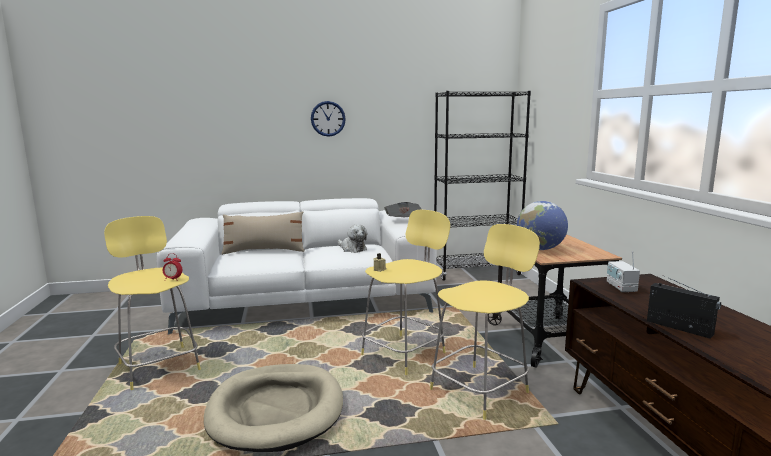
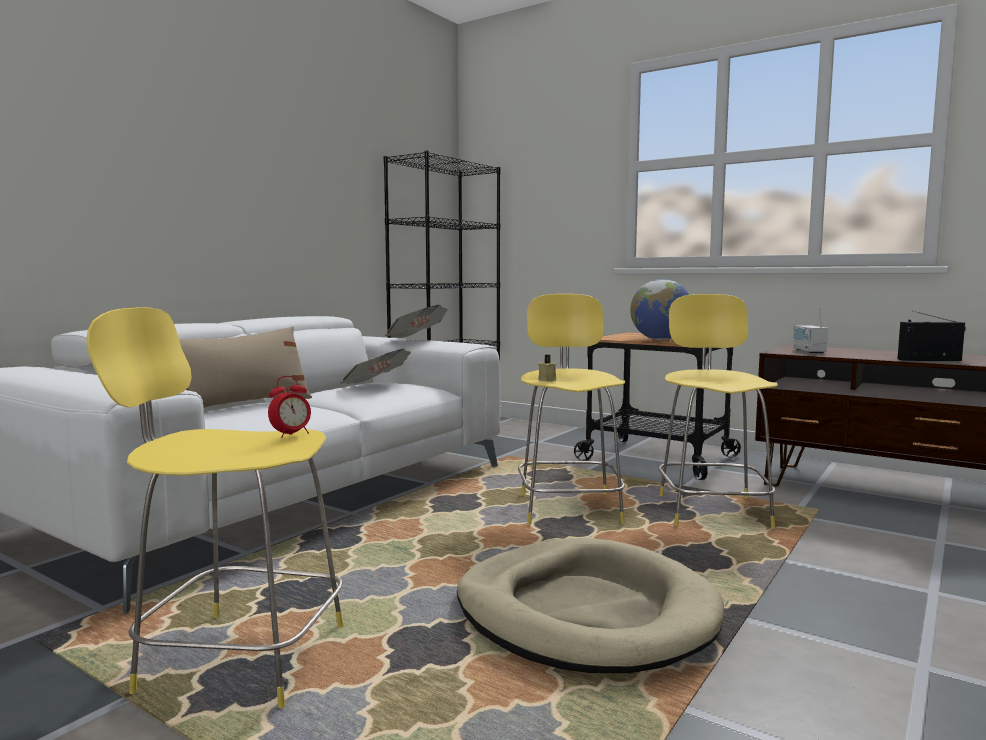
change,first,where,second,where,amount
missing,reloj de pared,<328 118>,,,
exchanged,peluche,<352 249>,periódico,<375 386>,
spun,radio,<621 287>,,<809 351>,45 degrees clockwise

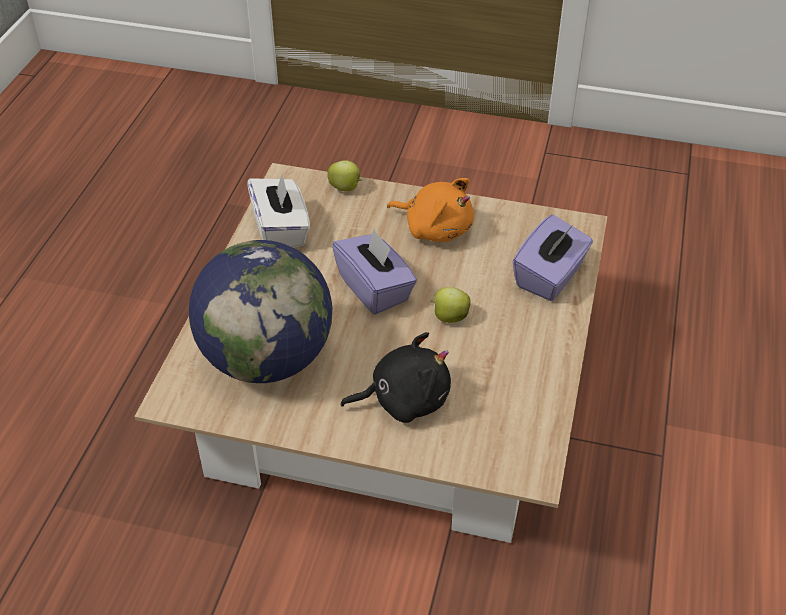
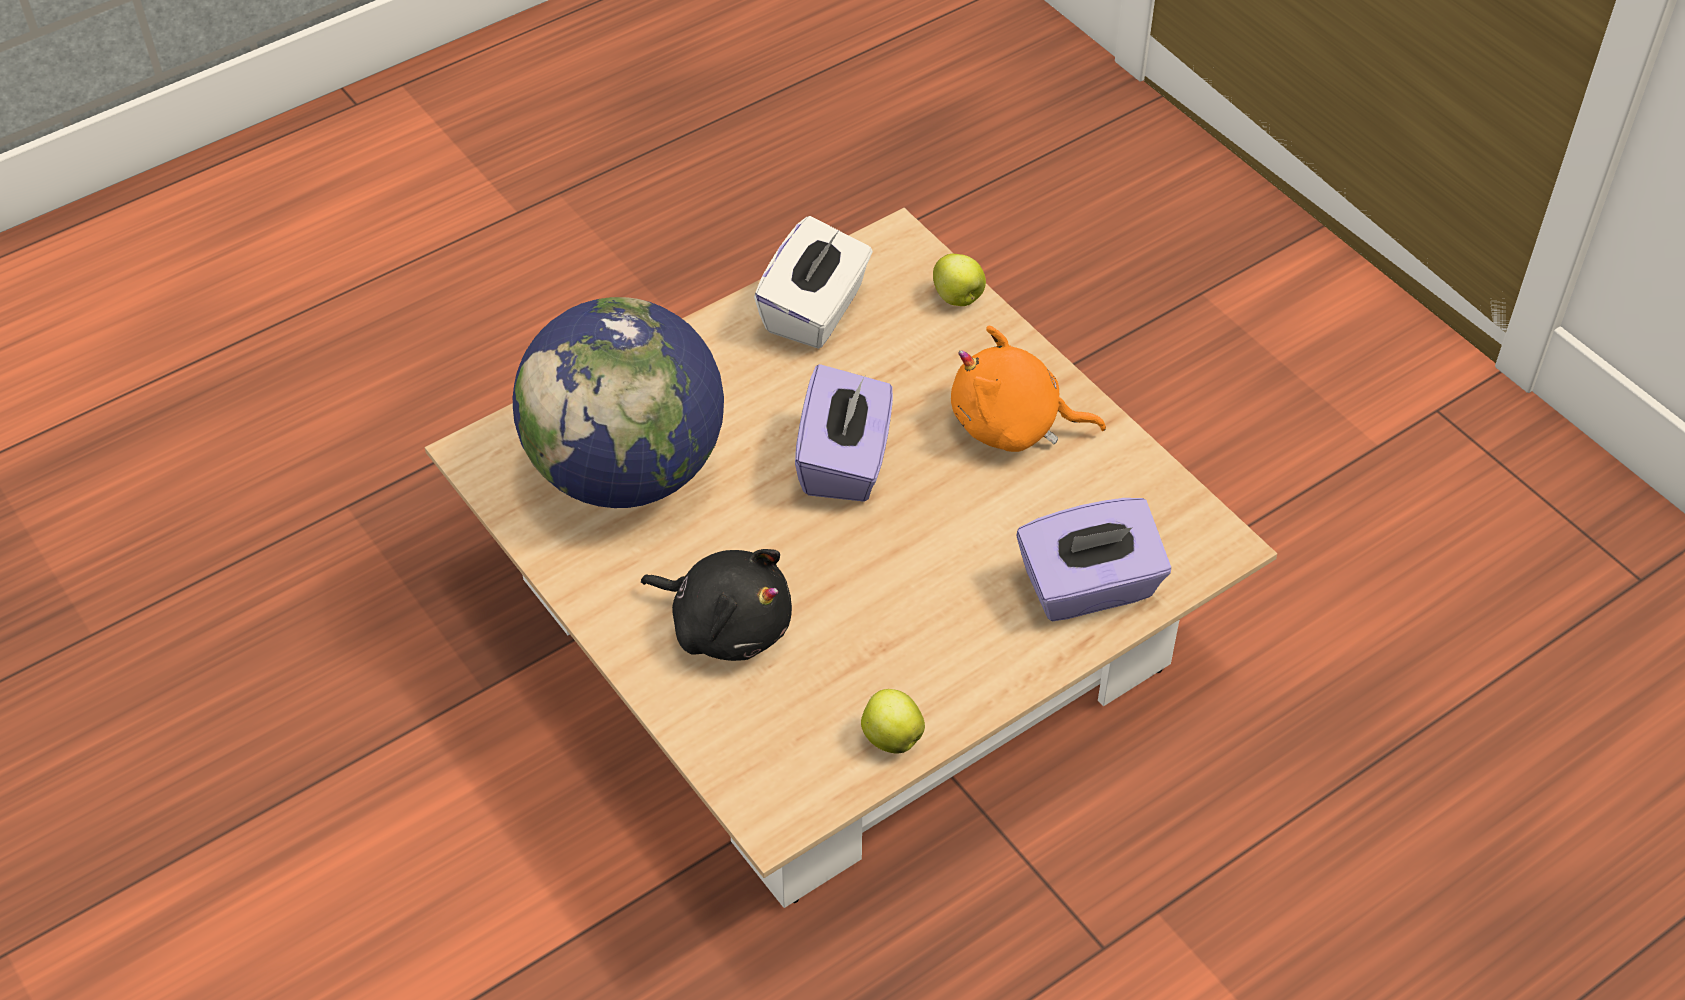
change,first,where,second,where,amount
spun,peluche [naranja],<435 228>,,<1013 426>,120 degrees clockwise
relocated,manzana,<449 317>,,<890 737>,

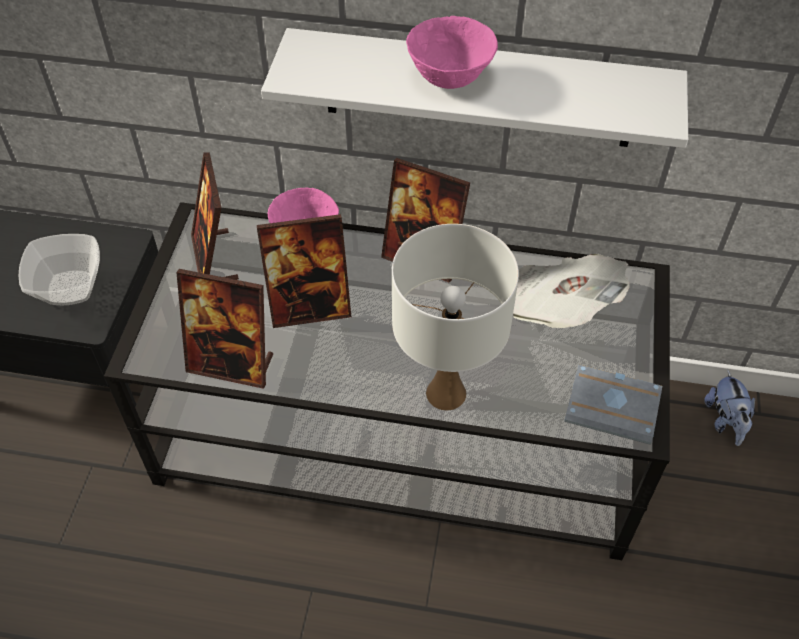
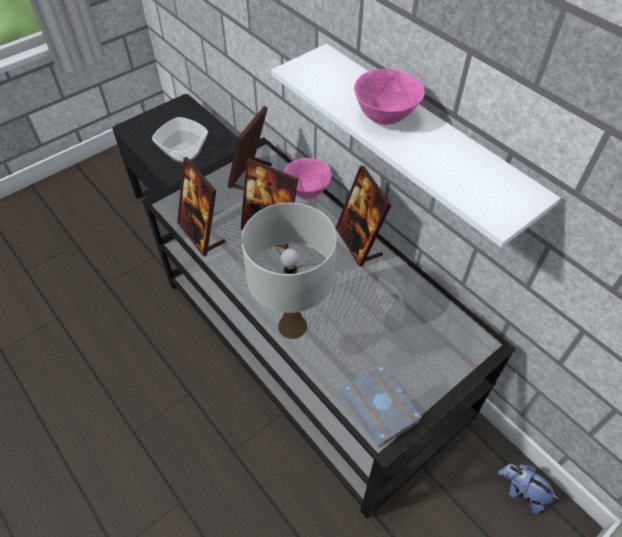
change,first,where,second,where,amount
missing,periódico,<559 307>,,,
spun,peluche,<725 421>,,<520 492>,90 degrees clockwise

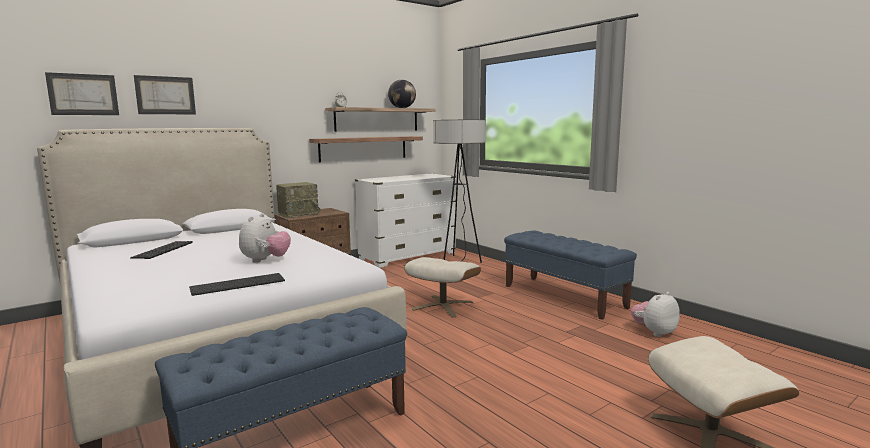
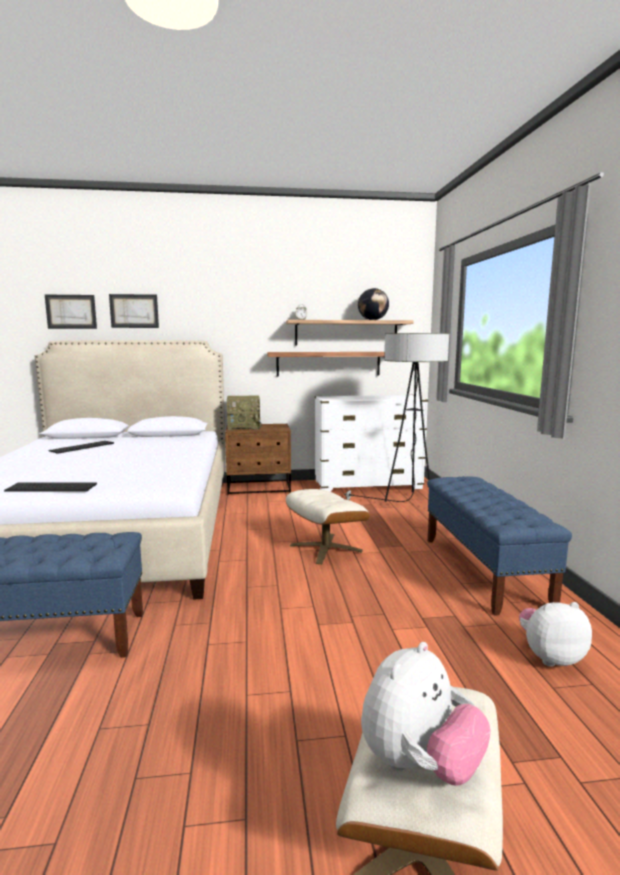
change,first,where,second,where,amount
relocated,peluche,<265 260>,,<419 764>,

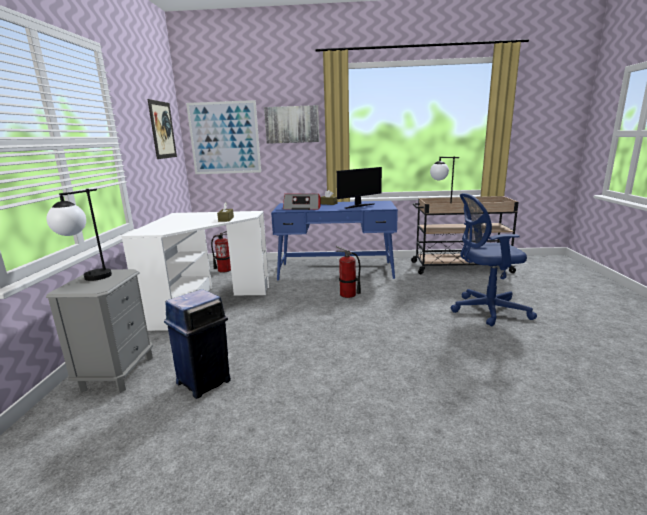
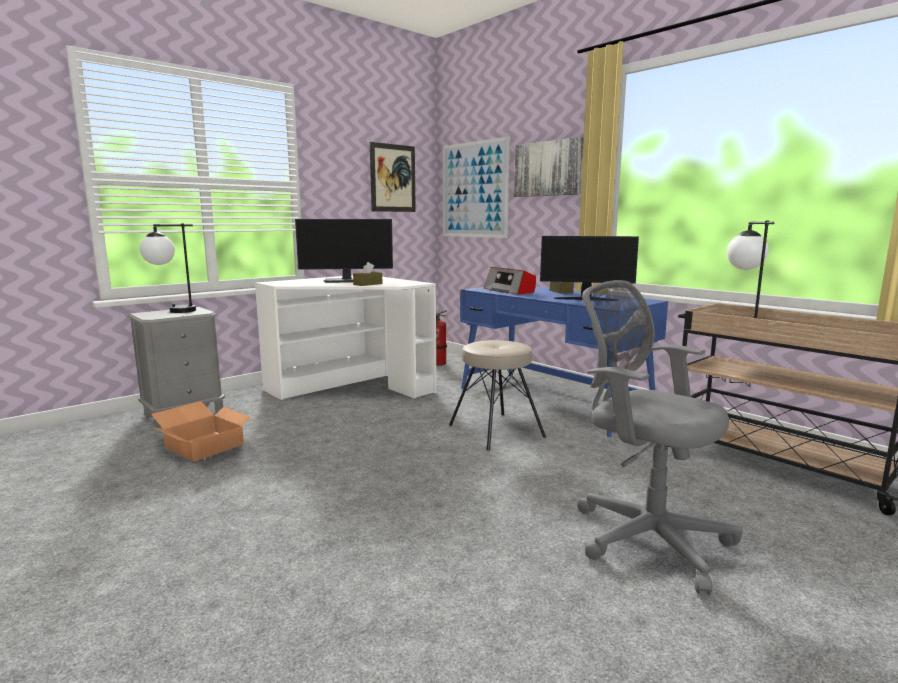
change,first,where,second,where,amount
exchanged,papelera [azul],<204 381>,caja de cartón,<203 446>,
exchanged,extintor,<348 295>,taburete [beis],<495 431>,
colour,silla de oficina [azul],<485 310>,silla de oficina [gris],<645 536>,
appeared,,,monitor,<348 281>,

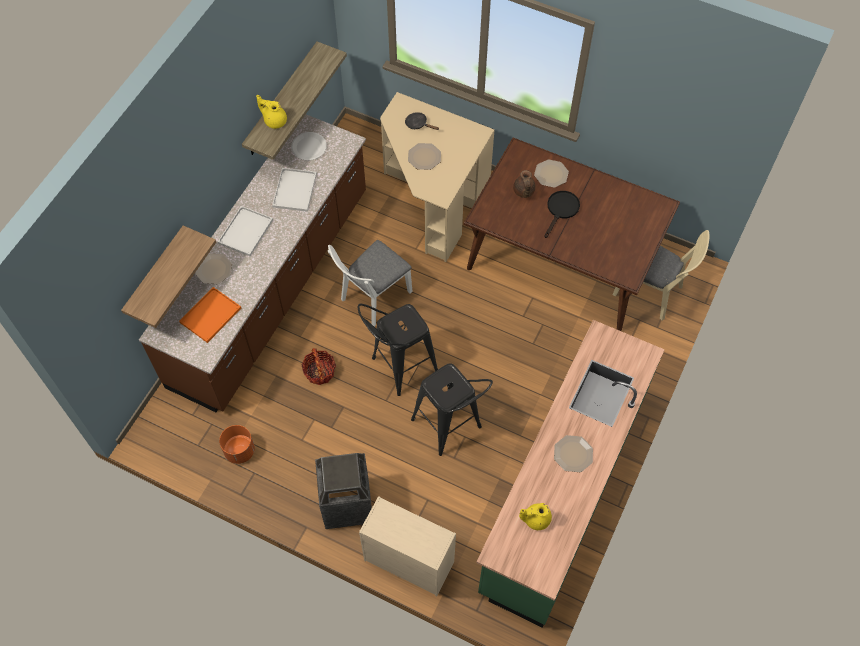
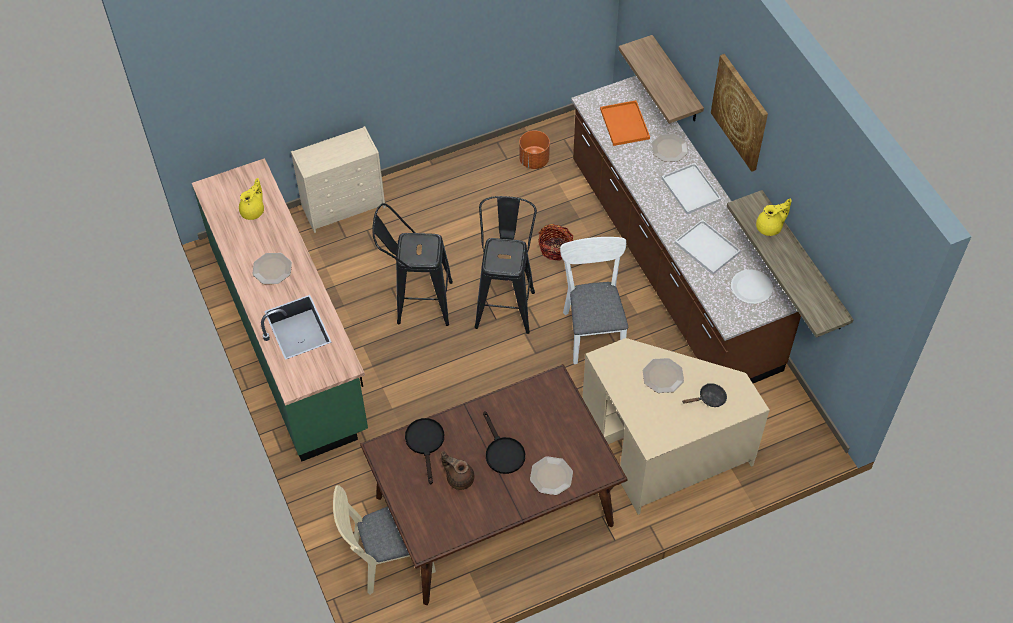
change,first,where,second,where,amount
missing,papelera,<347 504>,,,
relocated,tetera [marrón],<523 191>,,<459 478>,
appeared,,,sartén [negro],<426 443>,
appeared,,,cuadro,<740 112>,

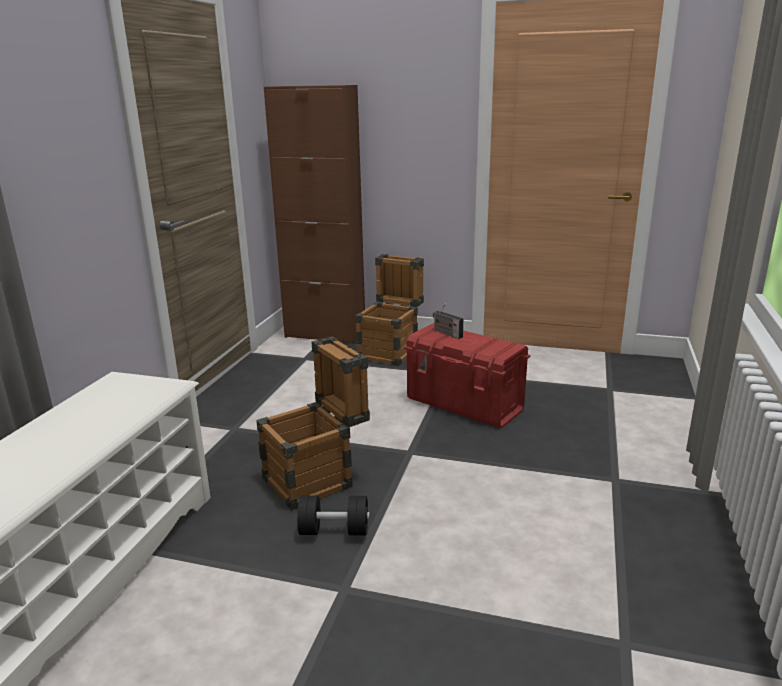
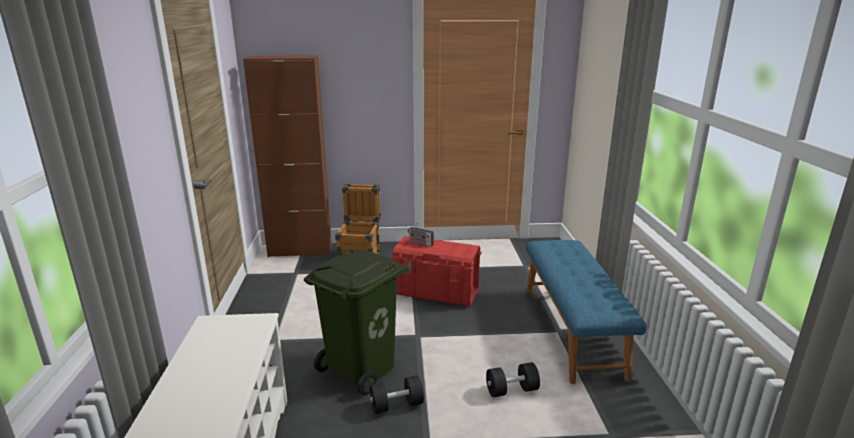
change,first,where,second,where,amount
exchanged,caja de embalaje,<317 479>,papelera [verde],<362 369>,
appeared,,,mancuerna [negro],<511 390>,
appeared,,,banco [azul],<572 330>,

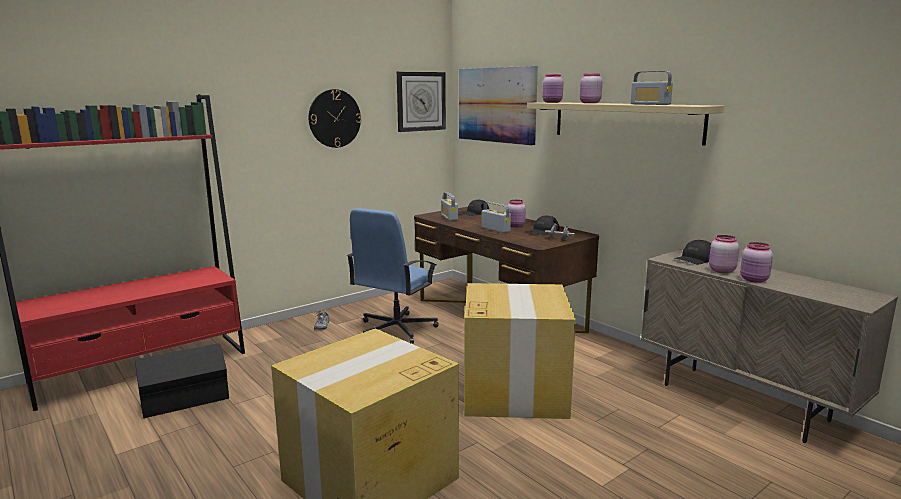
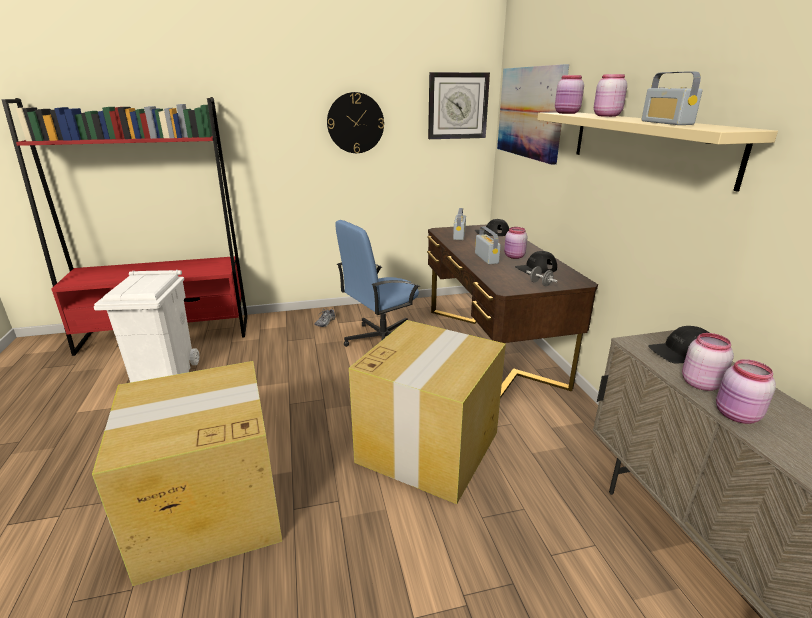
change,first,where,second,where,amount
exchanged,caja de almacenaje [negro],<186 400>,papelera [blanco],<164 374>,

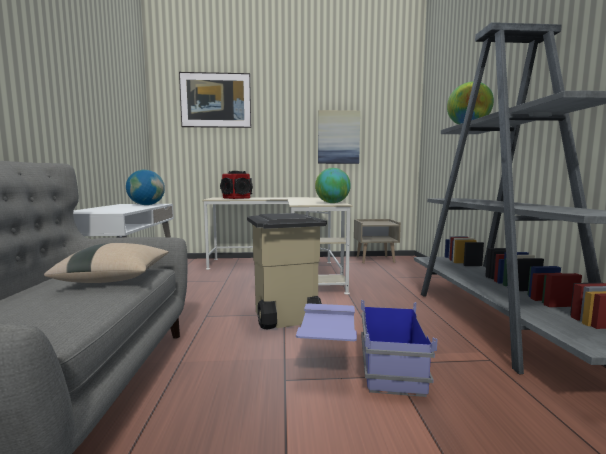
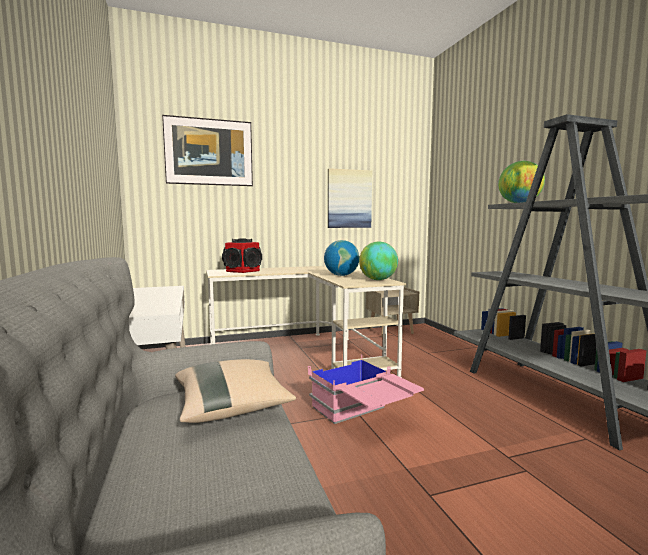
change,first,where,second,where,amount
relocated,globo terráqueo,<146 205>,,<341 275>,
exchanged,papelera [beis],<285 318>,caja de almacenaje [rosa],<363 417>,
missing,caja de almacenaje [azul],<360 368>,,,

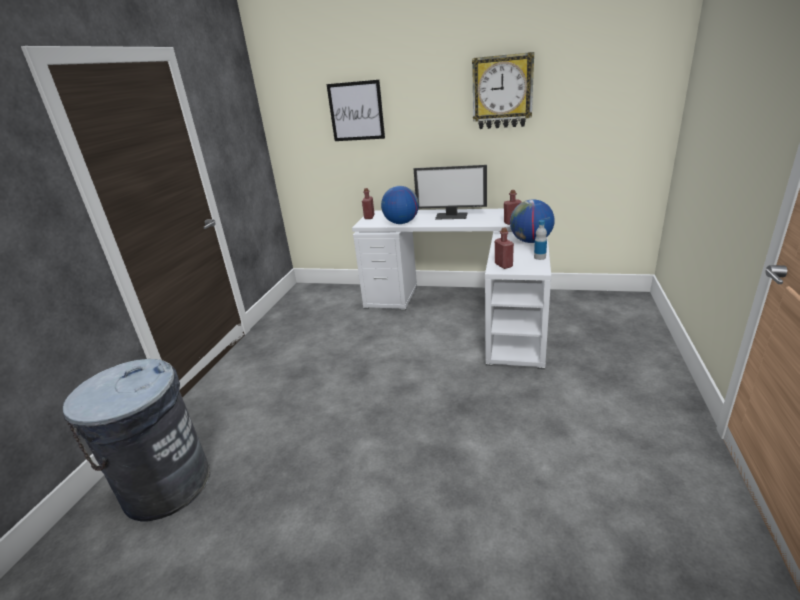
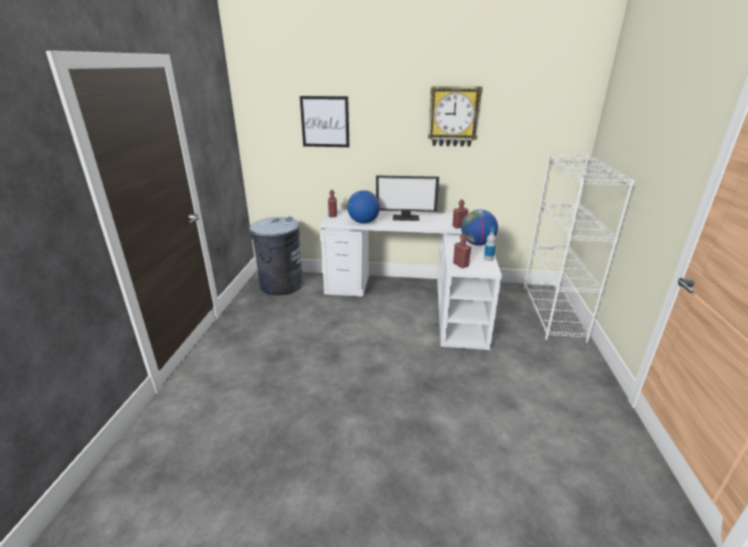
change,first,where,second,where,amount
relocated,papelera [gris],<166 485>,,<281 285>,
appeared,,,estantería [blanco],<552 312>,

